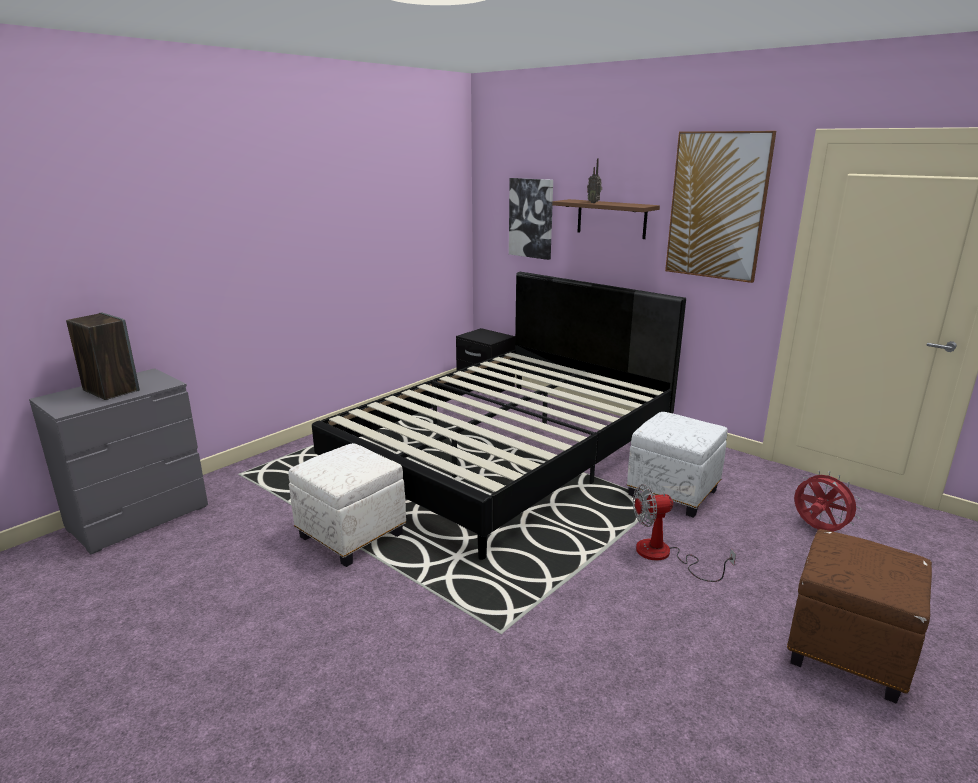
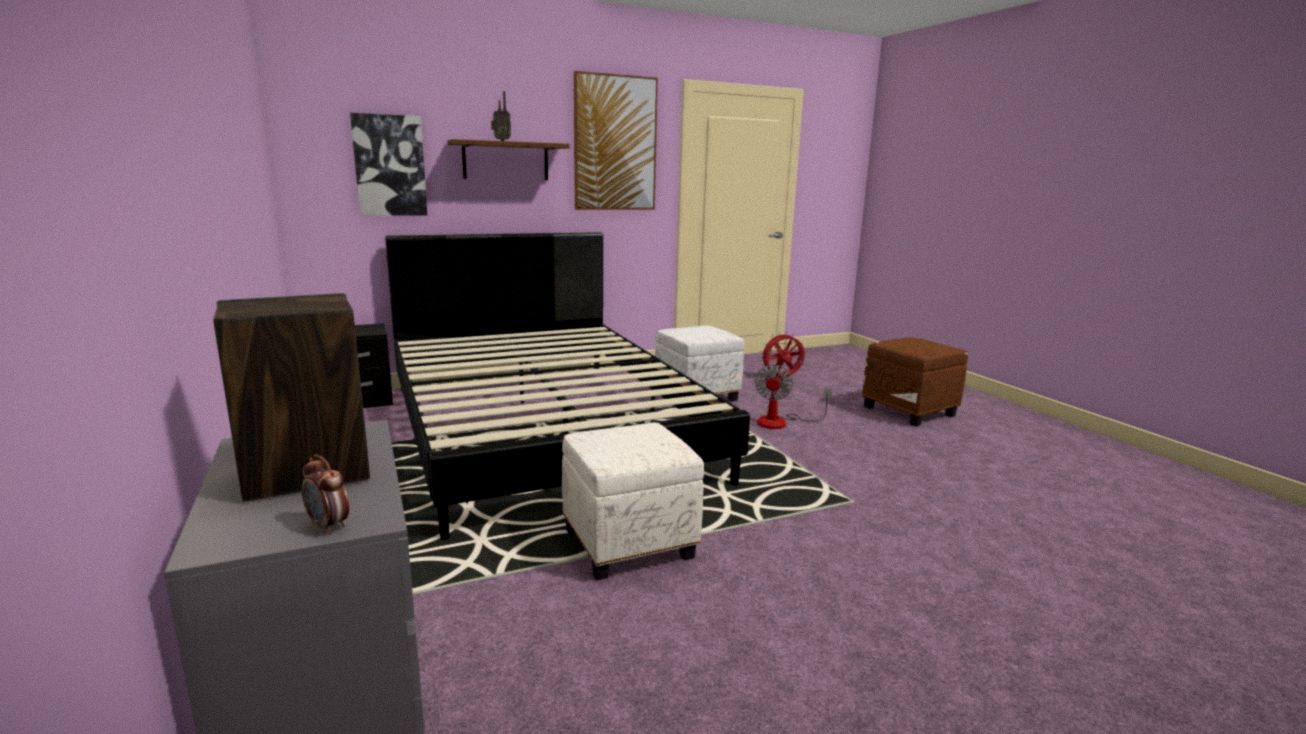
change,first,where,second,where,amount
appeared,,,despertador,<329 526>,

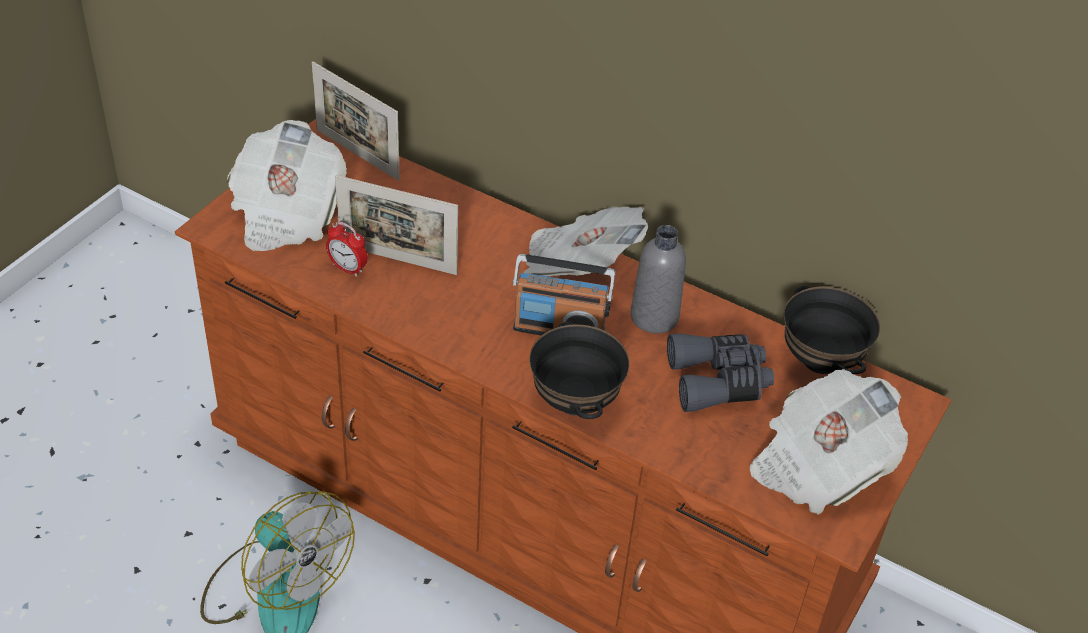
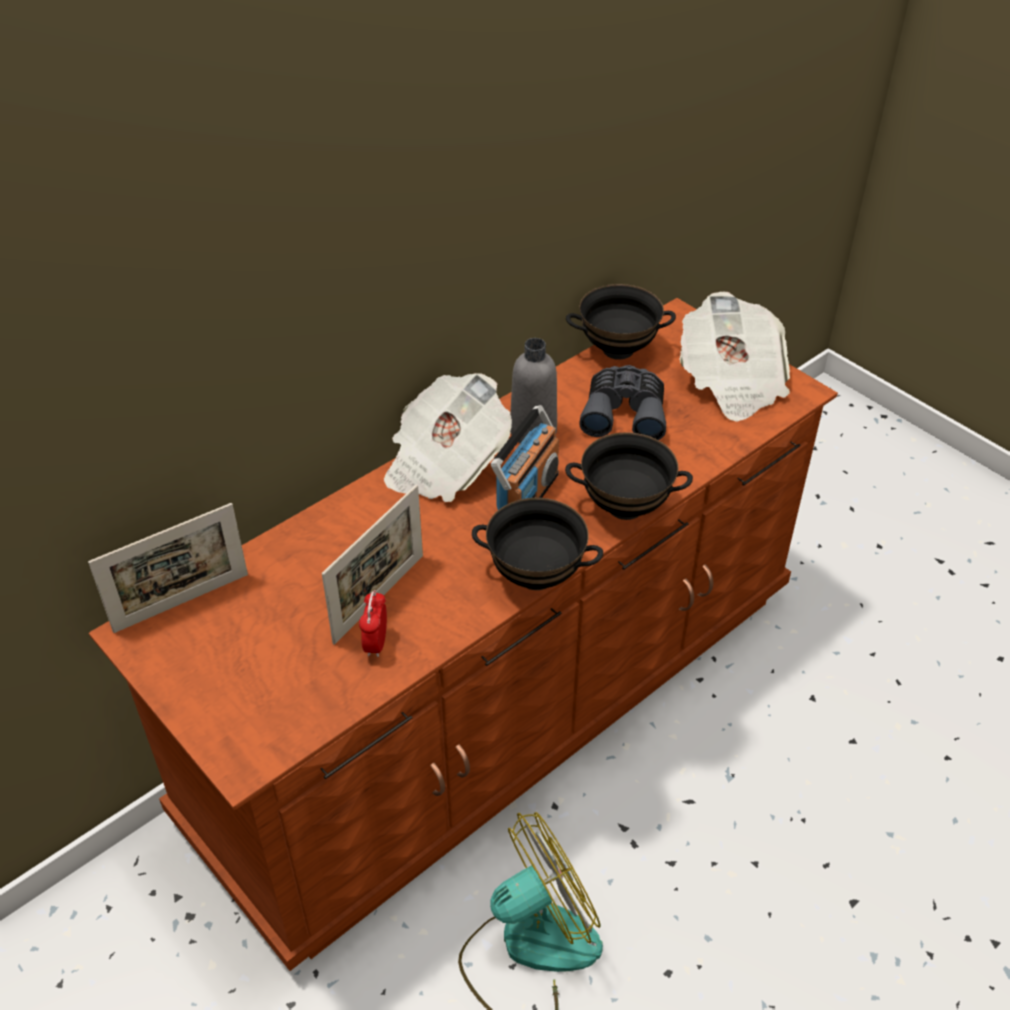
change,first,where,second,where,amount
missing,periódico,<286 213>,,,
spun,despertador,<348 268>,,<376 643>,135 degrees clockwise
appeared,,,cuenco [negro],<535 577>,

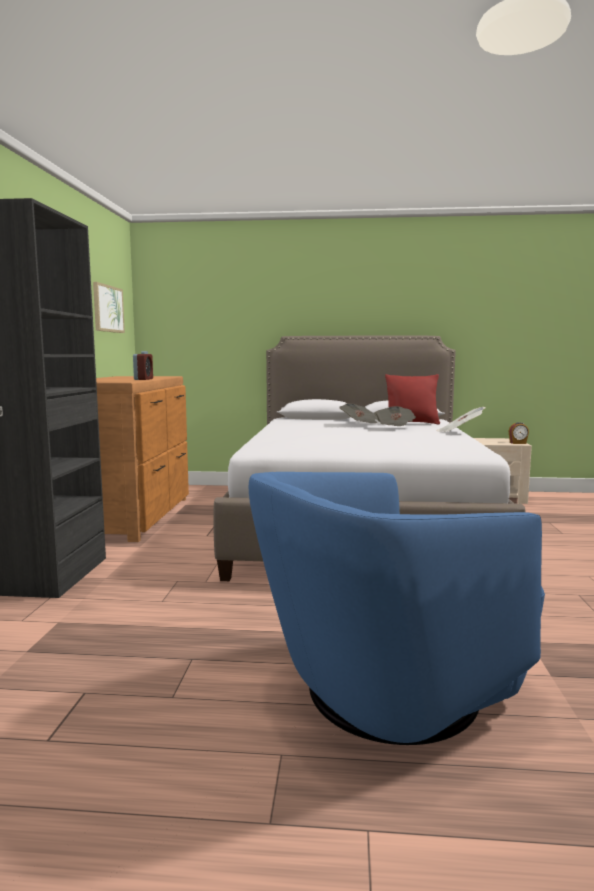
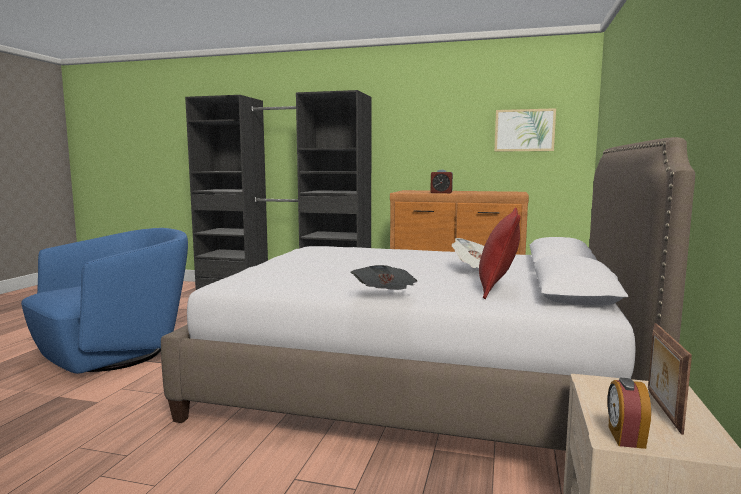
change,first,where,second,where,amount
spun,sillón [azul],<388 691>,,<116 354>,60 degrees clockwise
missing,periódico,<395 428>,,,
appeared,,,portarretratos,<662 410>,

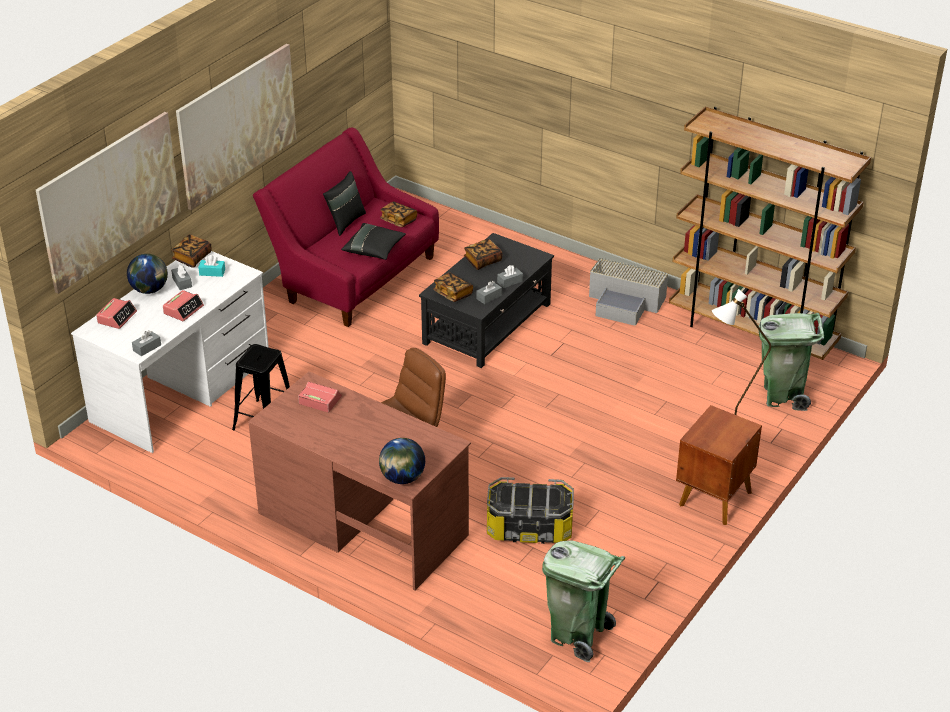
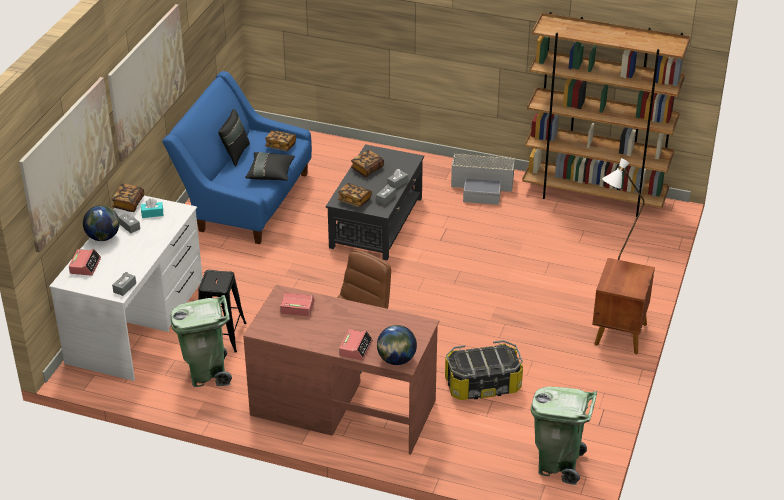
change,first,where,second,where,amount
relocated,despertador,<183 309>,,<356 348>,
colour,sofá [rojo],<353 276>,sofá [azul],<245 200>,
relocated,papelera [verde],<782 395>,,<207 373>,

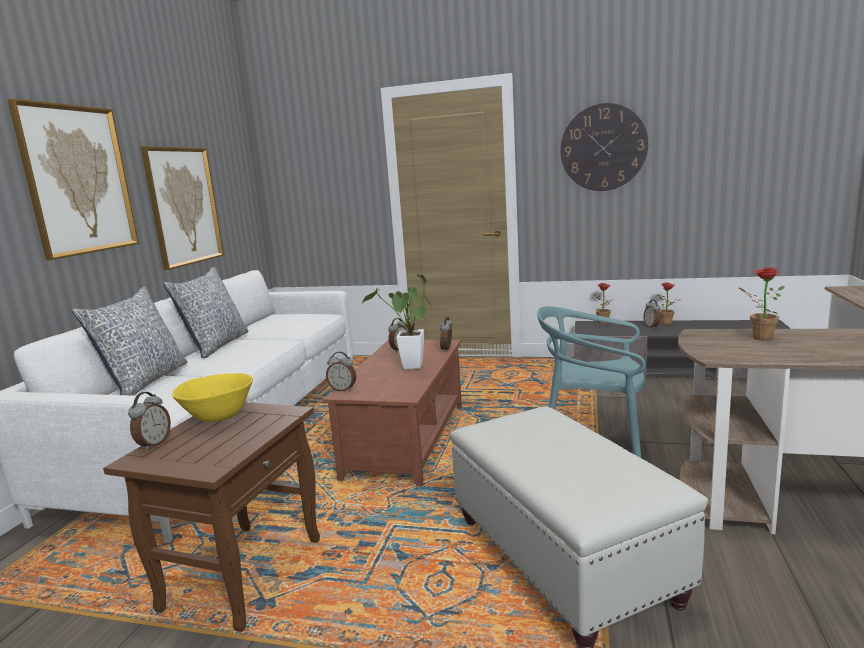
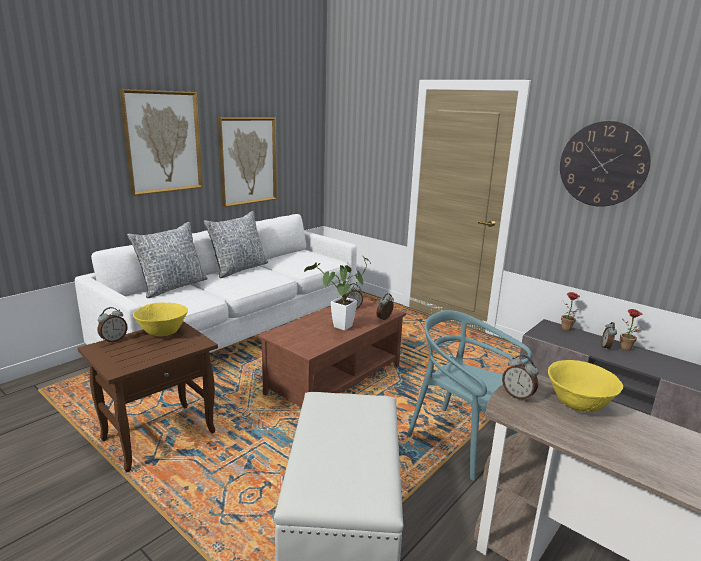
change,first,where,second,where,amount
relocated,despertador,<343 389>,,<518 396>,
exchanged,planta en maceta,<758 337>,cuenco [amarillo],<578 405>,

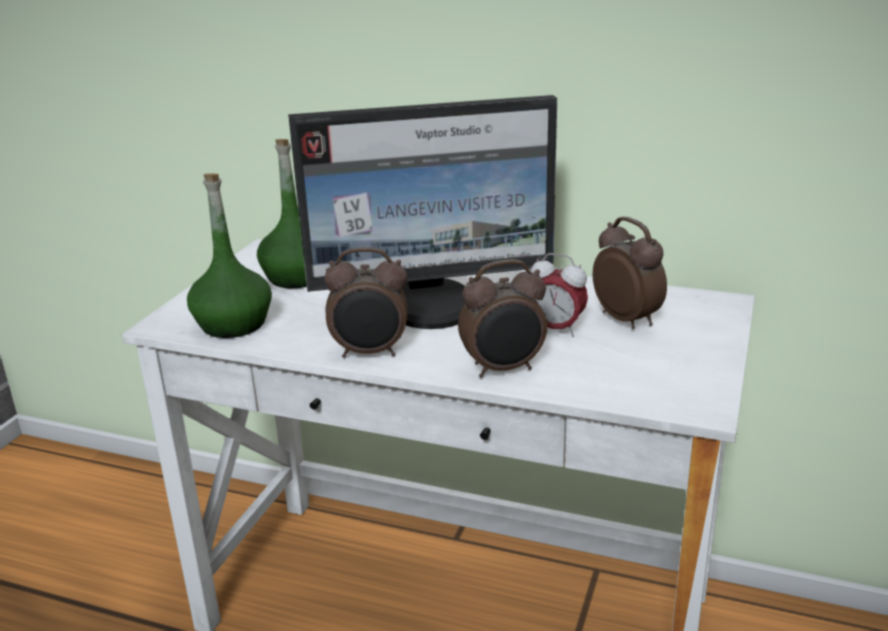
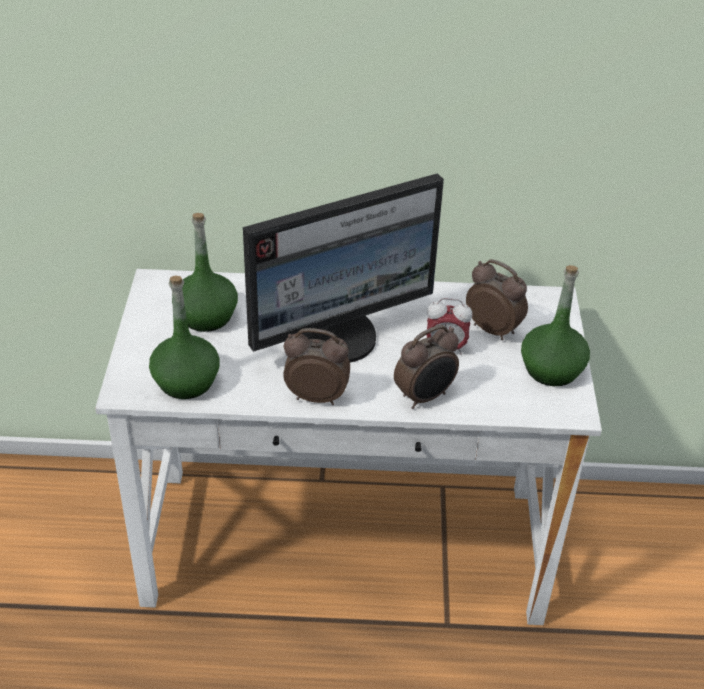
change,first,where,second,where,amount
spun,despertador,<370 353>,,<316 396>,150 degrees counterclockwise
appeared,,,botella [verde],<551 369>,

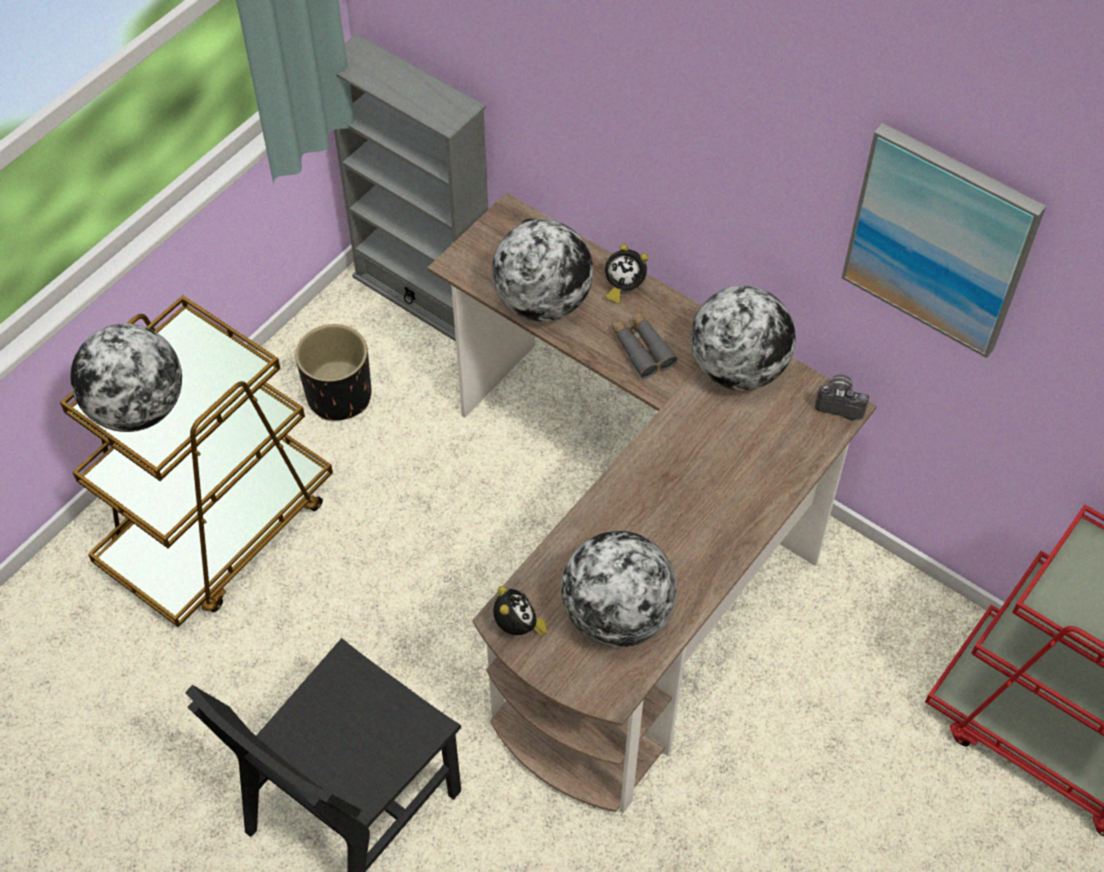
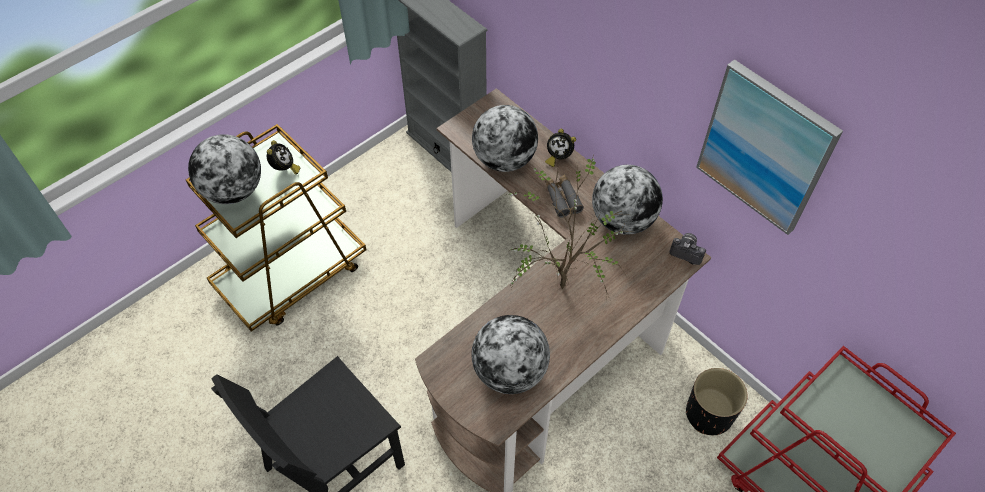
change,first,where,second,where,amount
relocated,maceta [negro],<339 396>,,<709 414>,
relocated,despertador,<518 627>,,<284 169>,
appeared,,,planta en maceta,<560 282>,

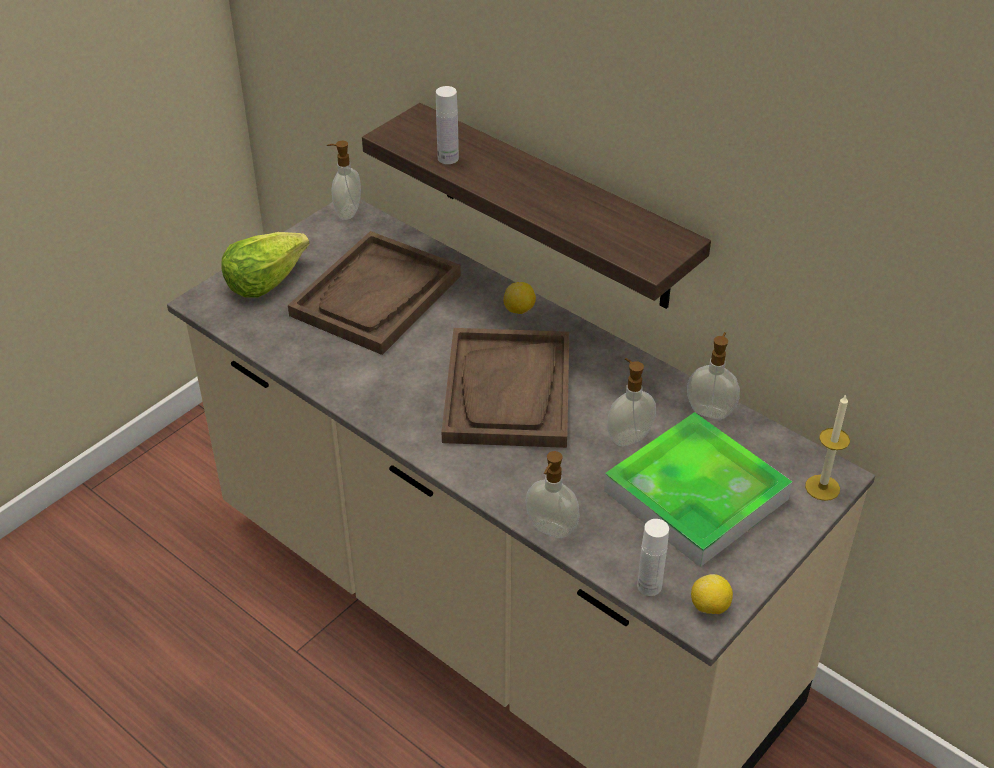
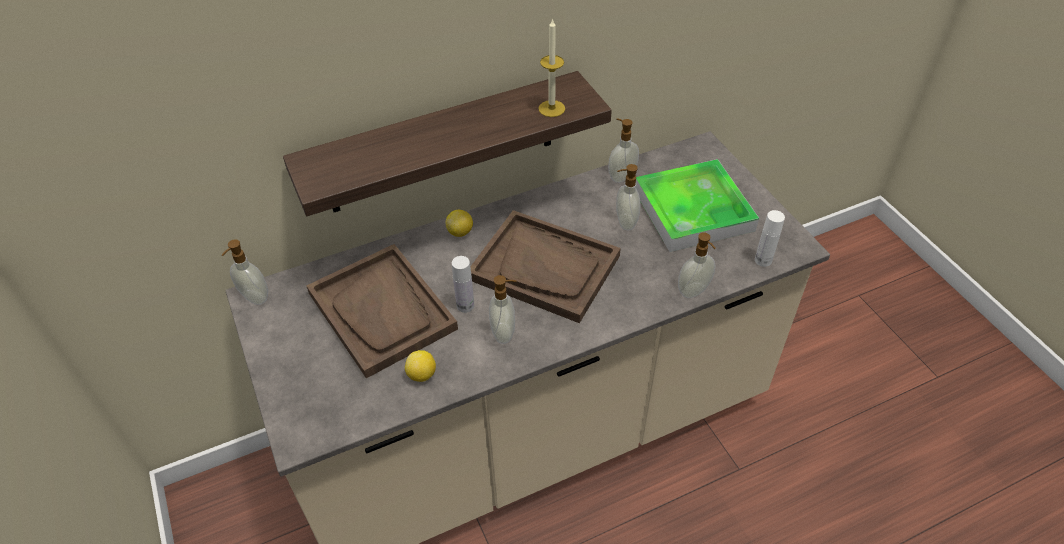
change,first,where,second,where,amount
missing,lechuga,<265 280>,,,
relocated,botella [blanco],<448 158>,,<465 305>,
relocated,limón,<709 607>,,<422 375>,
relocated,vela,<822 487>,,<551 108>,
appeared,,,dispensador de jabón,<504 332>,

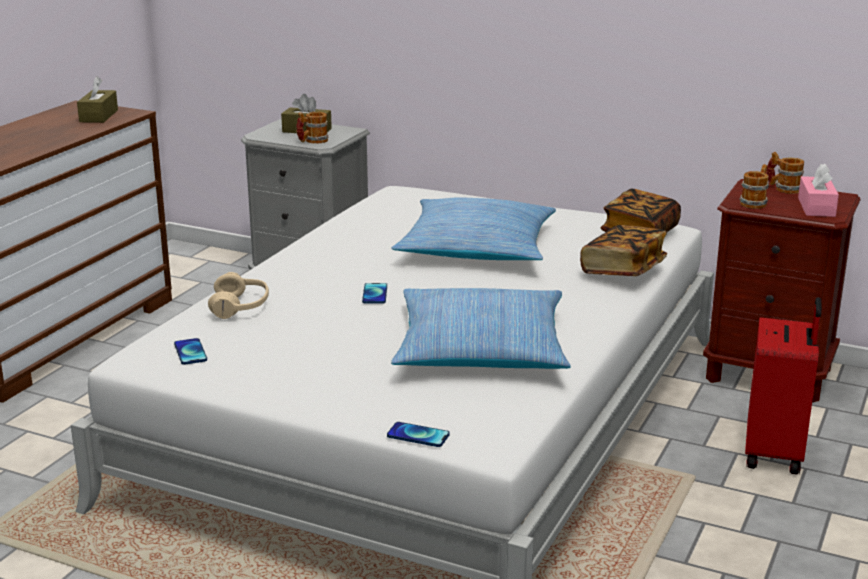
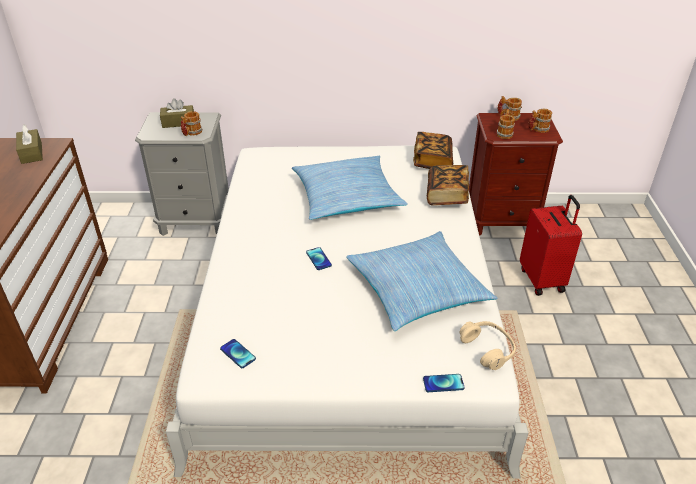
change,first,where,second,where,amount
relocated,auriculares [beis],<240 307>,,<487 349>,
exchanged,caja de pañuelos [rosa],<816 207>,taza grande,<537 129>,

